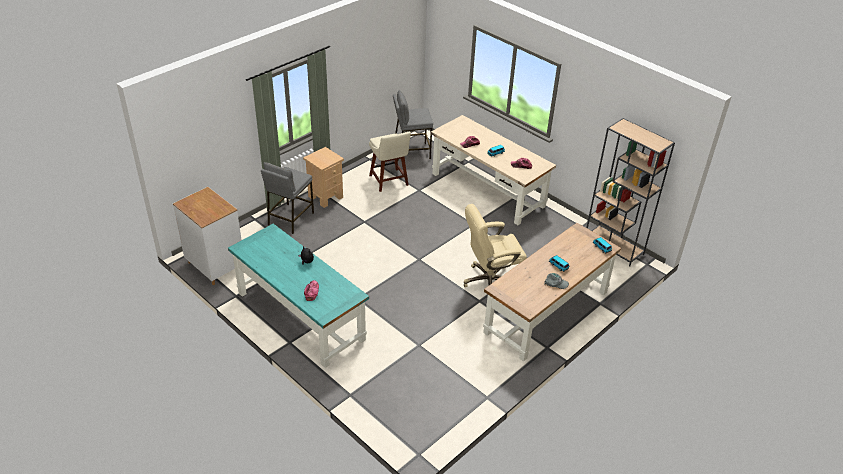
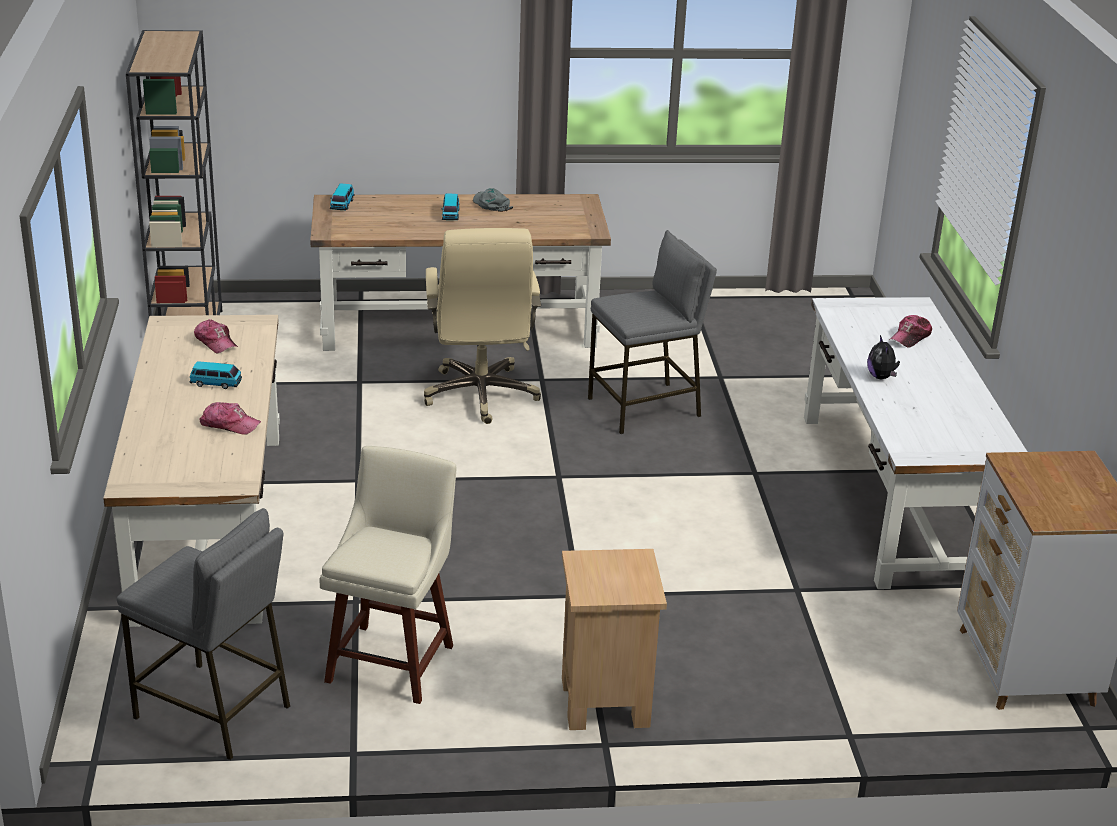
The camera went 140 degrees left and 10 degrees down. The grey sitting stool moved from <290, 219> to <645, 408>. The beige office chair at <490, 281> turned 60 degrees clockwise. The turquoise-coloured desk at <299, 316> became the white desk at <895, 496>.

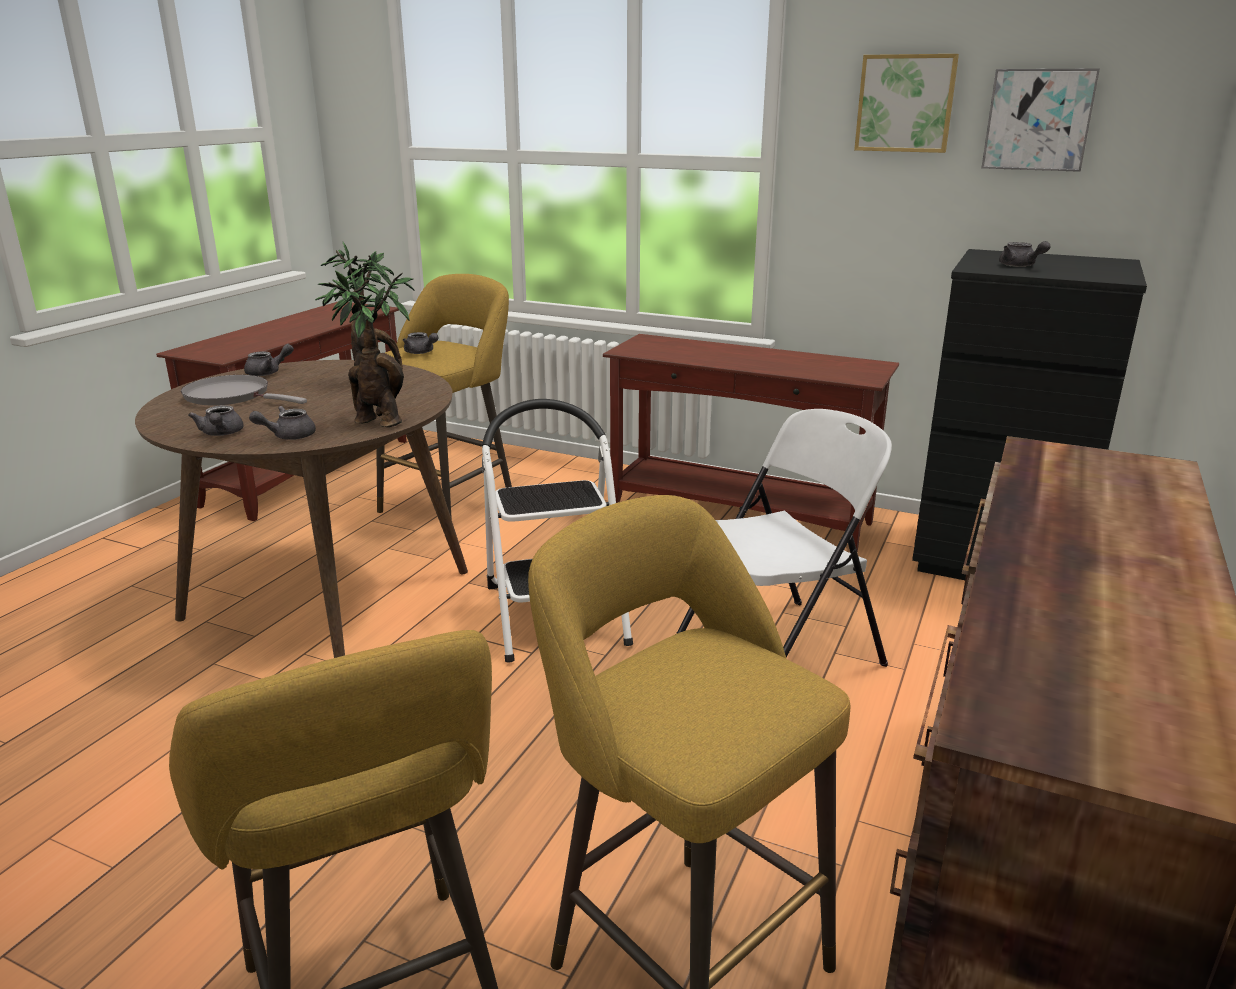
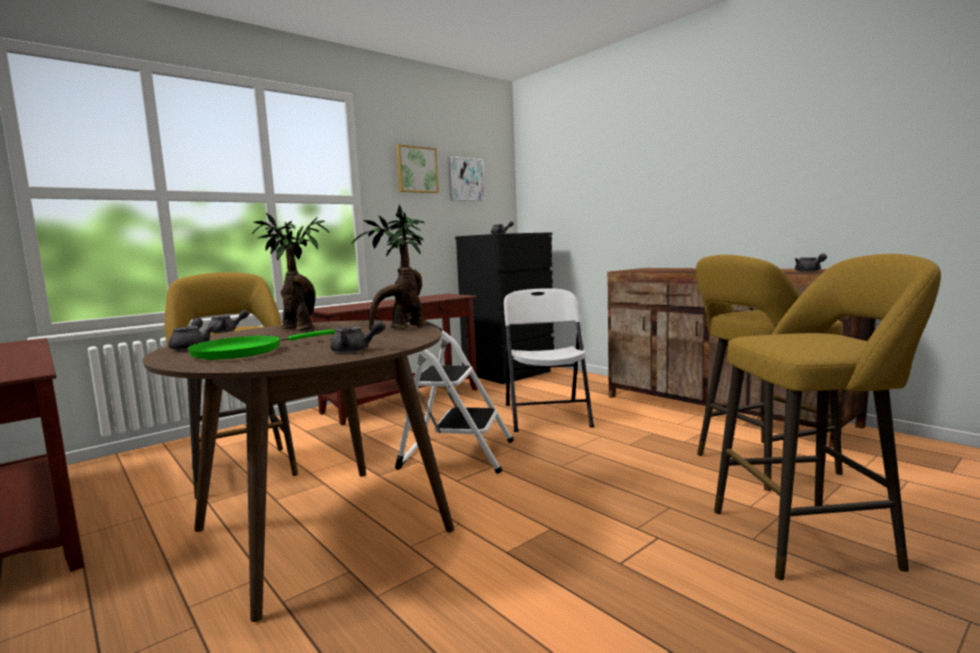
The camera went 65 degrees left and 15 degrees down. The grey skillet at <232, 396> became the greenish skillet at <244, 352>. The grey tea pot moved from <288, 436> to <809, 271>.

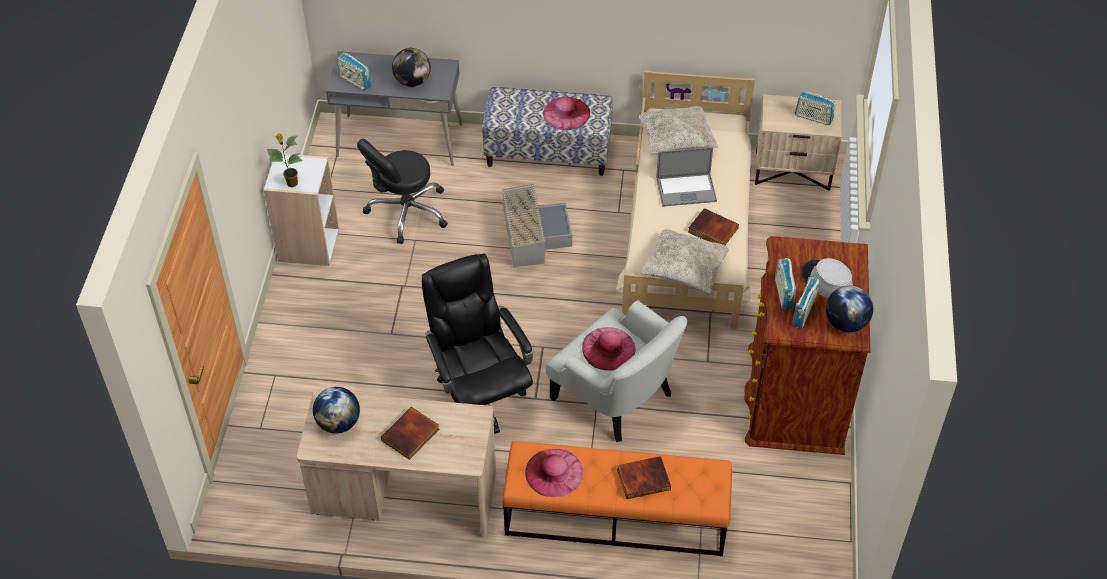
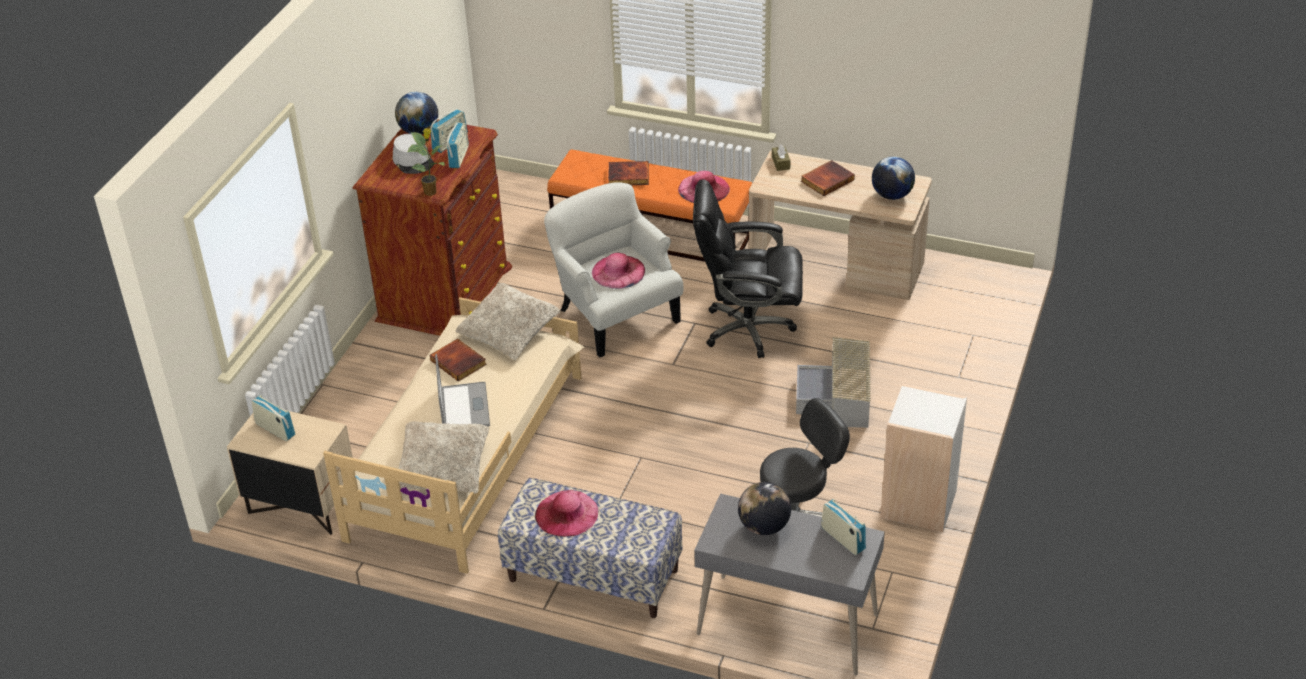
The camera went 165 degrees left and 10 degrees down. The potted plant moved from <291, 183> to <431, 192>. The notebook computer at <686, 190> turned 75 degrees clockwise. The grey storage container moved from <533, 234> to <838, 397>. The black-coloured office chair at <479, 400> turned 105 degrees clockwise. The brownish box of tissues at <780, 163> appeared.

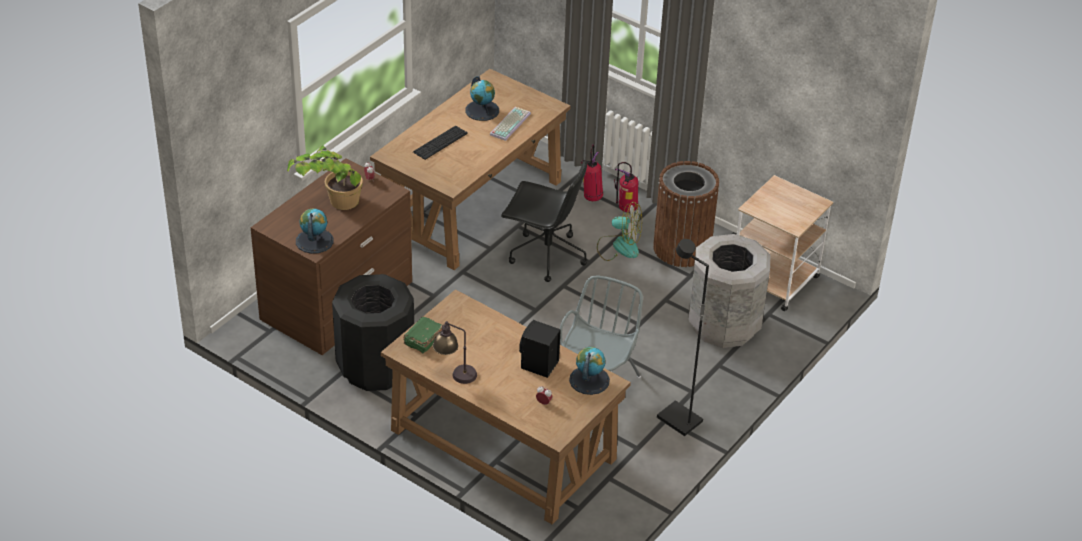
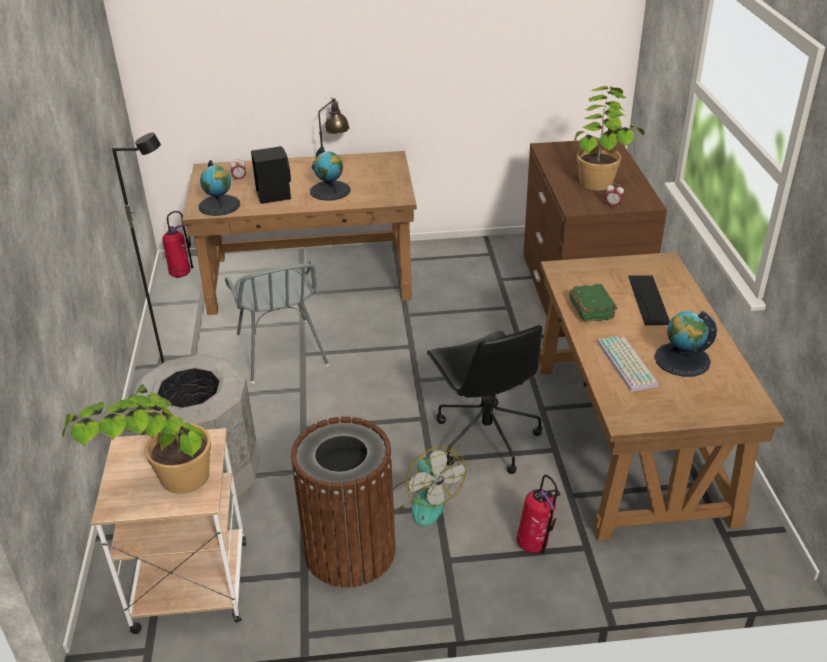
The camera went 140 degrees right and 5 degrees down. The black-coloured office chair at <544, 255> turned 90 degrees counterclockwise. The extinguisher moved from <626, 209> to <181, 274>. The electric fan at <619, 246> turned 90 degrees counterclockwise. The world globe moved from <314, 241> to <330, 190>. The black-coloured rubbish bin at <375, 368> disappeared. The greenish book moved from <423, 340> to <591, 310>. The potted plant at <159, 484> appeared.

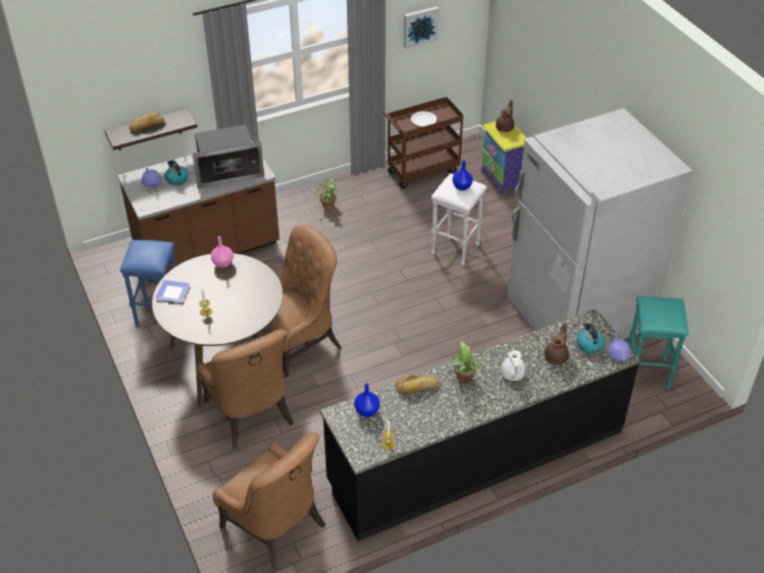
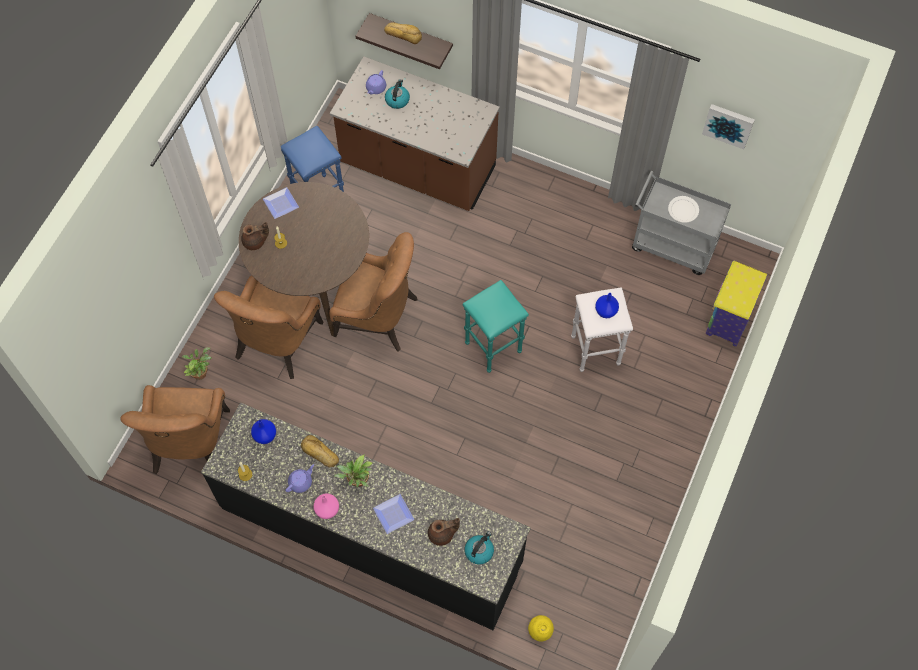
The camera went 50 degrees right and 20 degrees up. The brownish trolley at <421, 173> became the grey trolley at <670, 249>. The brownish tea pot moved from <505, 127> to <255, 242>. The white kitchen fridge at <578, 314> disappeared. The microwave at <228, 171> disappeared. The potted plant moved from <327, 205> to <200, 372>. The pink flower vase moved from <223, 263> to <327, 510>. The turquoise-coloured sitting stool moved from <648, 373> to <493, 348>. The purple-coloured tea pot moved from <618, 354> to <301, 482>. The white tea pot at <512, 375> was replaced by the flat dish at <392, 514>. The yellow-coloured flower vase at <540, 631> appeared.

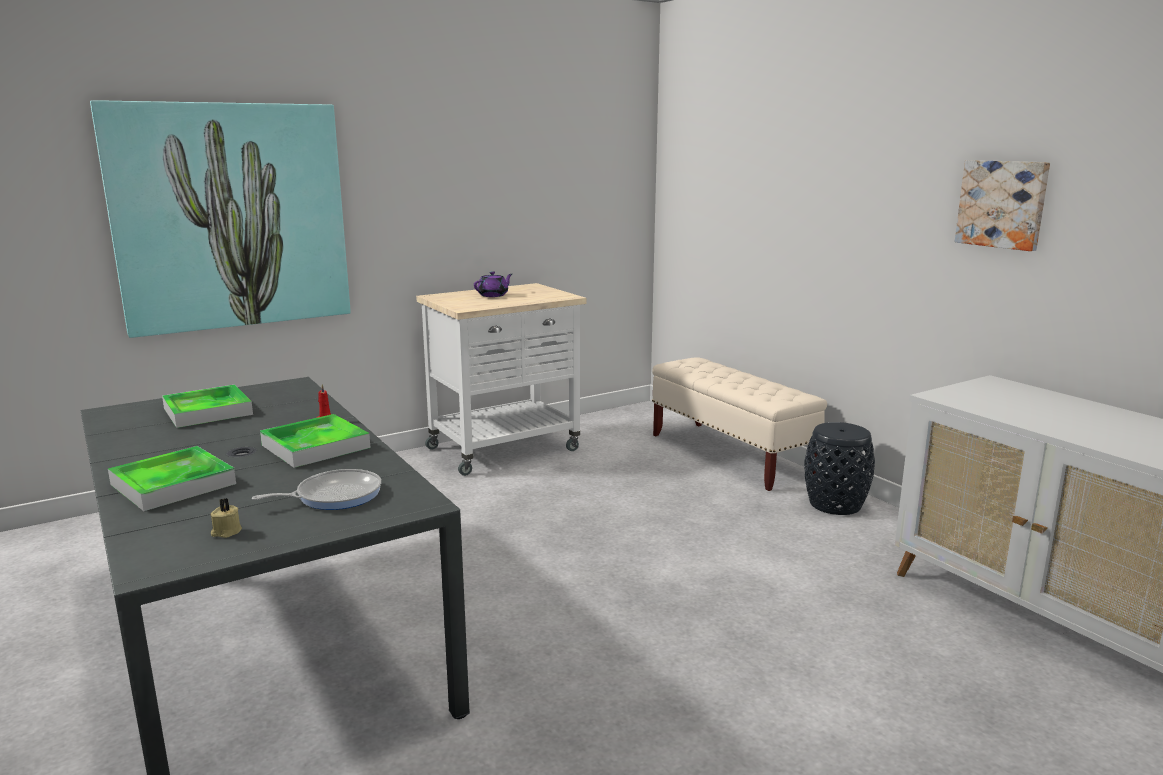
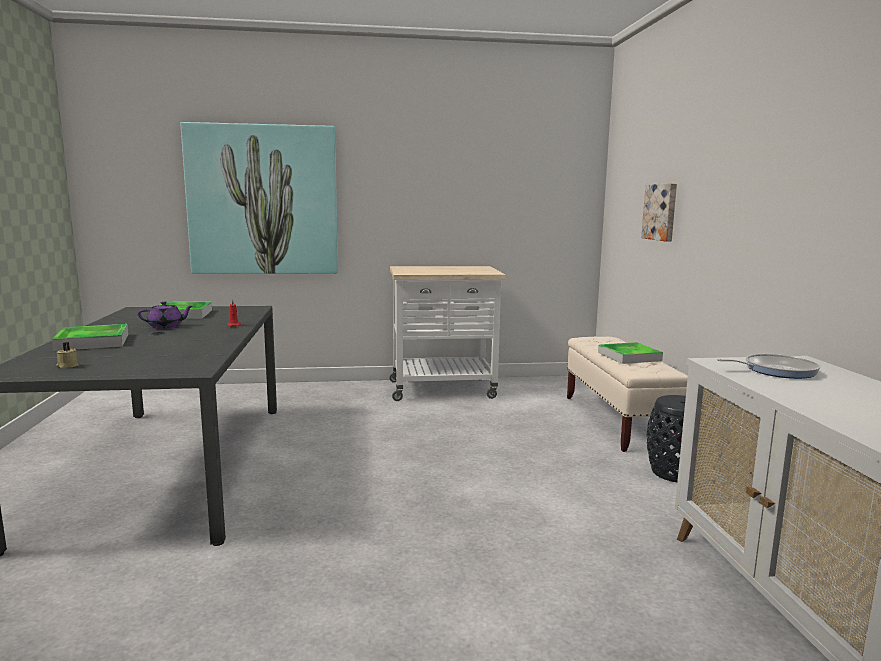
The camera went 25 degrees right and 5 degrees down. The wall picture moved from <1003, 204> to <661, 212>. The purple-coloured tea pot moved from <493, 295> to <166, 326>. The tray moved from <315, 446> to <629, 356>. The skillet moved from <334, 496> to <776, 370>.

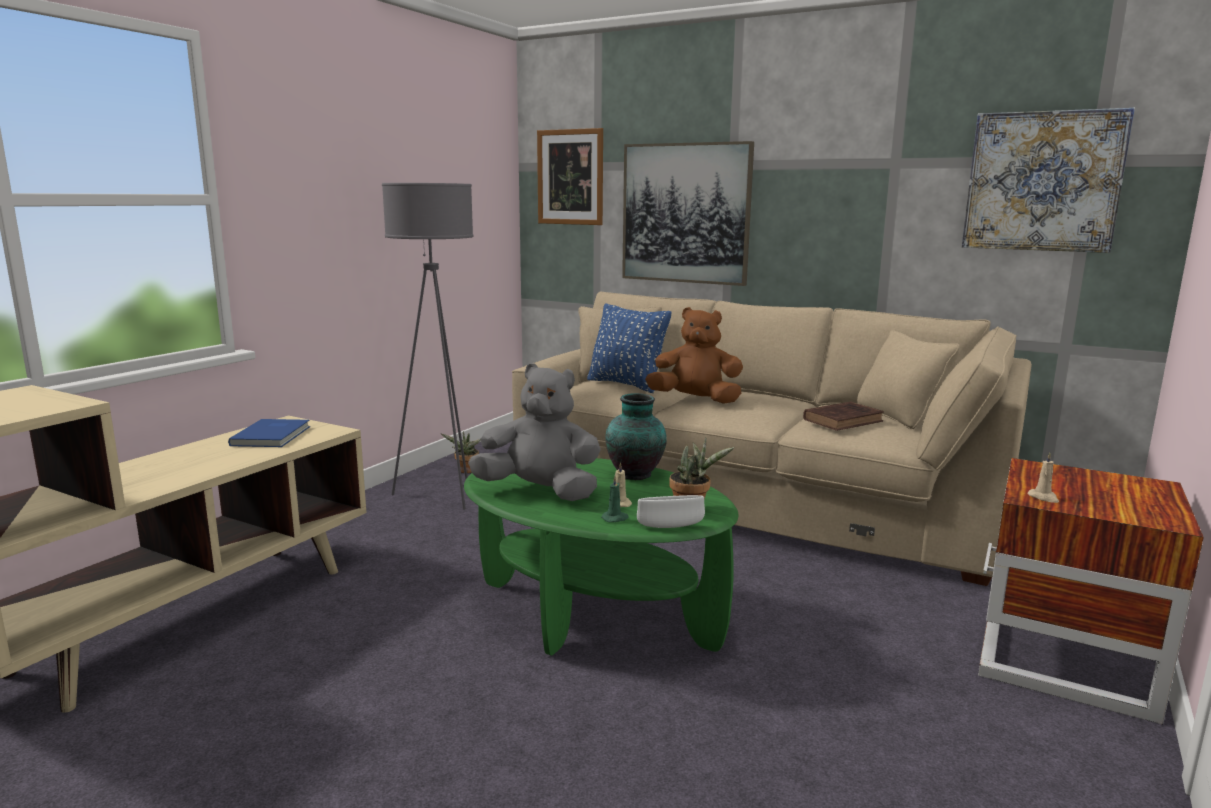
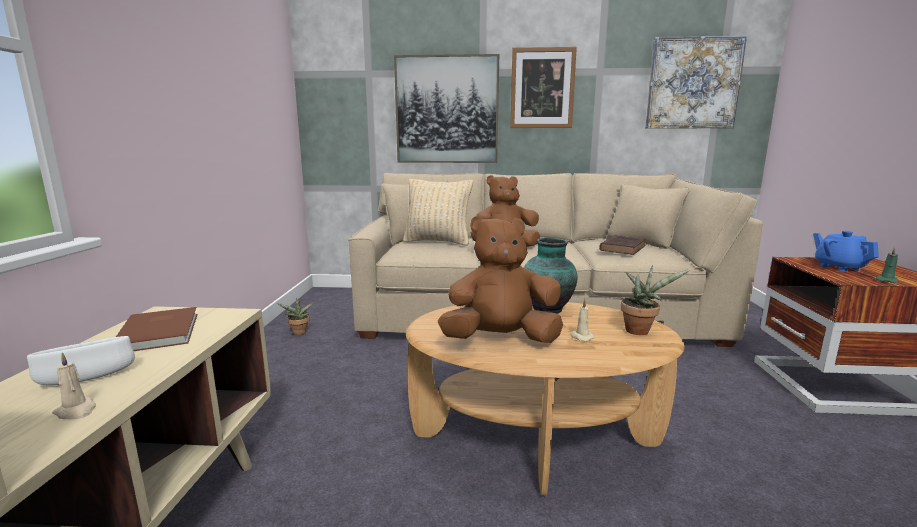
The camera went 25 degrees left and 0 degrees up. The wall picture moved from <570, 177> to <542, 88>. The grey floor lamp at <441, 494> disappeared. The blue pillow at <626, 384> became the beige pillow at <437, 242>. The grey soft toy at <540, 492> became the brownish soft toy at <501, 339>. The blue book at <273, 435> became the brownish book at <161, 331>. The beige wax light moved from <1043, 498> to <76, 411>. The greenish low table at <594, 614> became the brownish low table at <535, 440>. The greenish wax light moved from <615, 518> to <886, 280>. The white bowl moved from <670, 527> to <87, 379>. The blue tea pot at <839, 267> appeared.

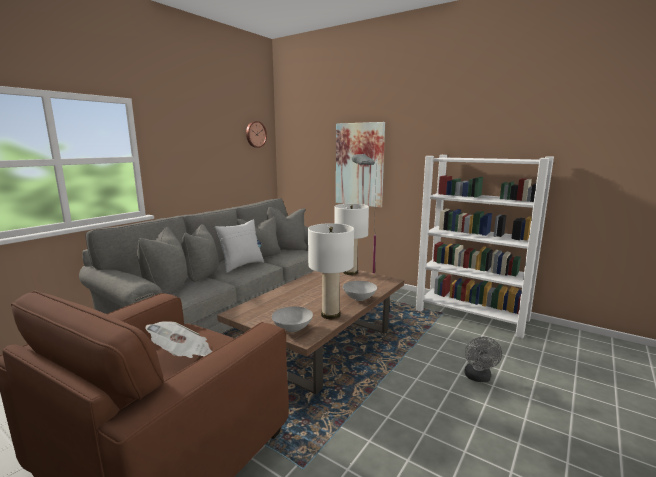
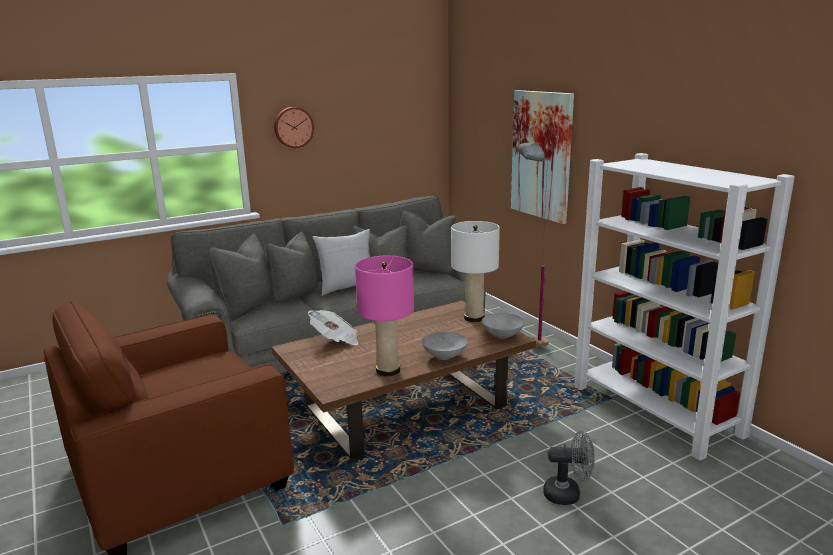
The camera went 25 degrees right and 5 degrees up. The clock on the wall moved from <255, 134> to <293, 127>. The white table lamp at <331, 314> became the pink table lamp at <388, 370>. The grey bowl moved from <292, 329> to <502, 336>. The daily paper moved from <183, 354> to <335, 340>. The grey electric fan at <478, 378> turned 120 degrees counterclockwise.

